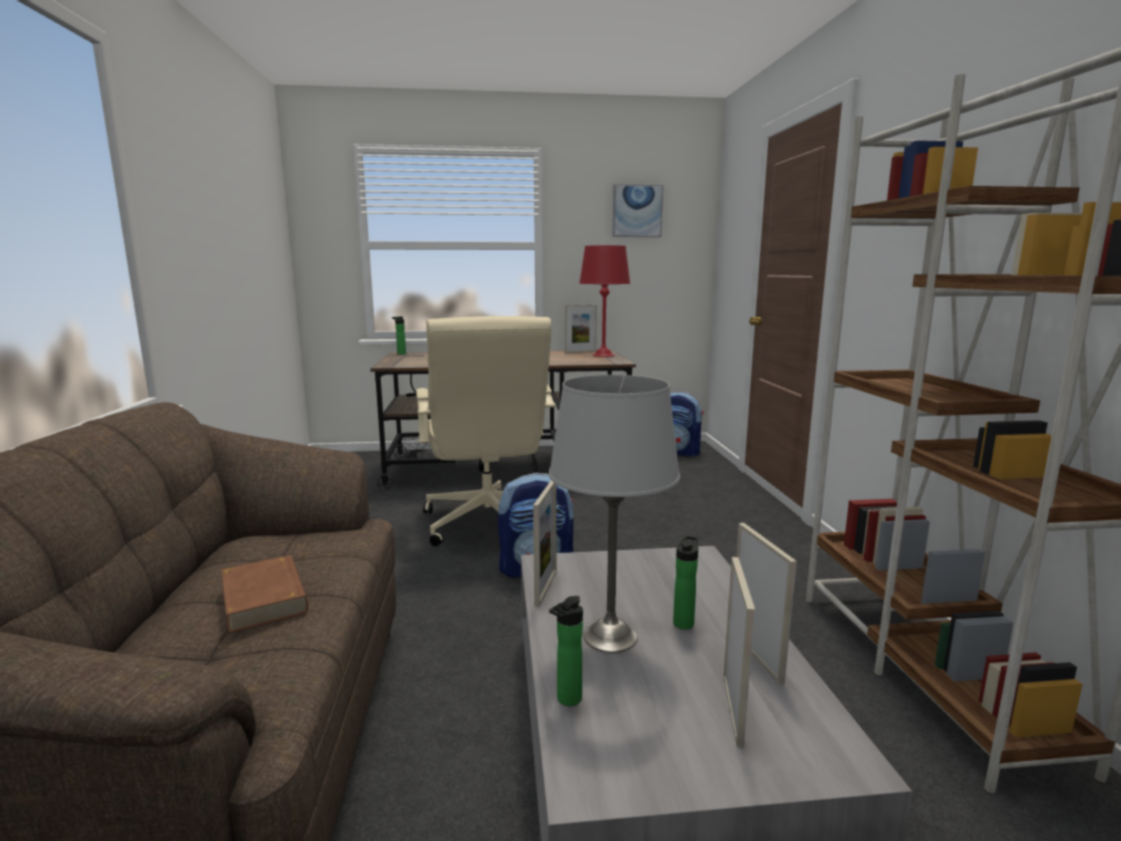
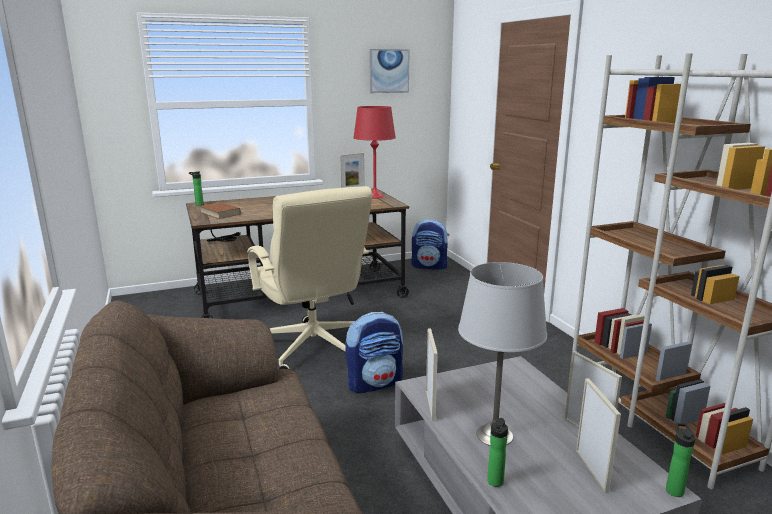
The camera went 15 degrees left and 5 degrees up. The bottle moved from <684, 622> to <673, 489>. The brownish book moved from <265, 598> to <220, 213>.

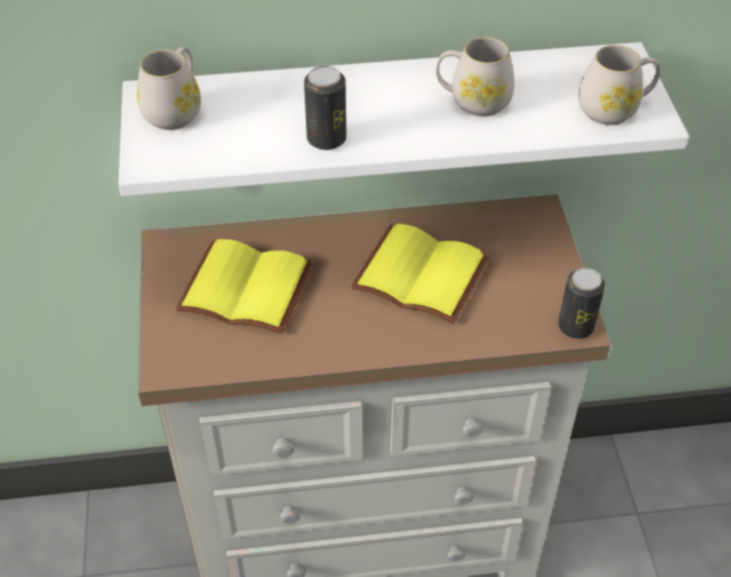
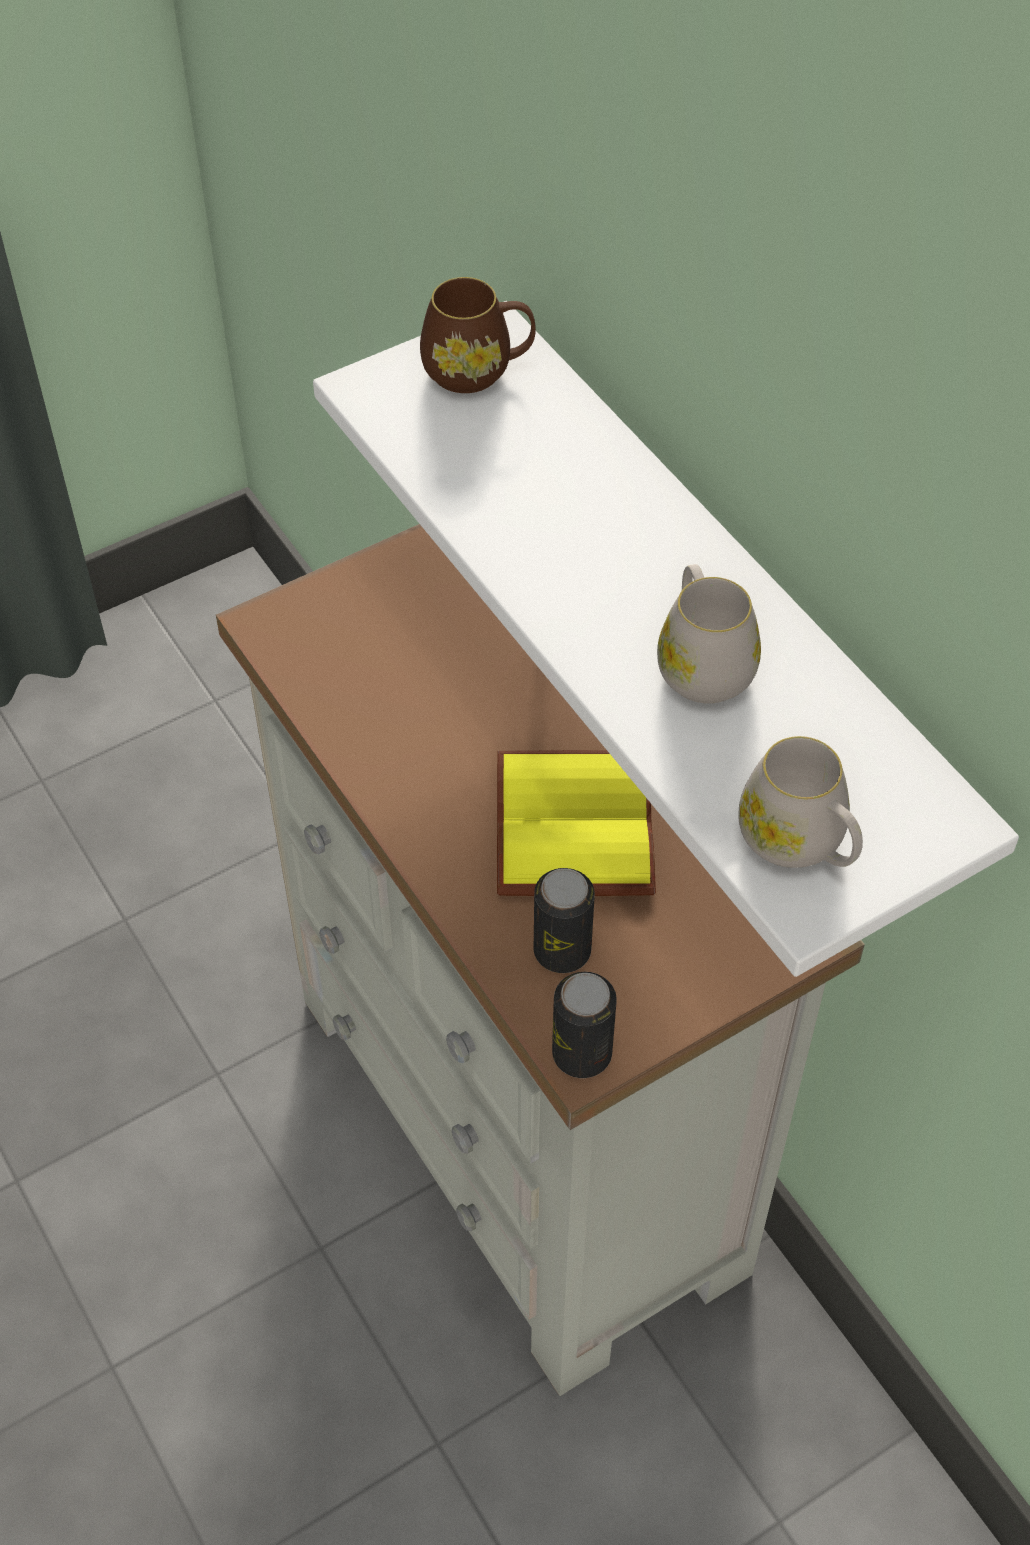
The camera went 65 degrees right and 5 degrees up. The white tea mug at <176, 110> became the brownish tea mug at <478, 370>. The metal can moved from <326, 139> to <562, 951>. The yellow-coloured book at <243, 291> disappeared.

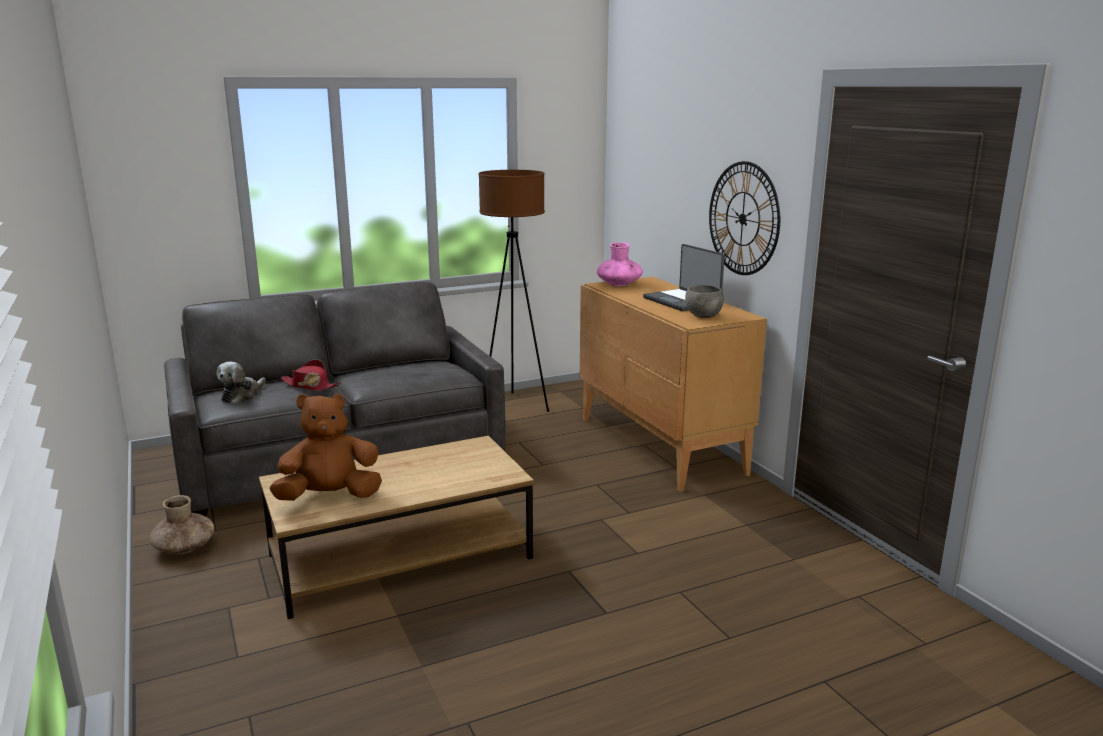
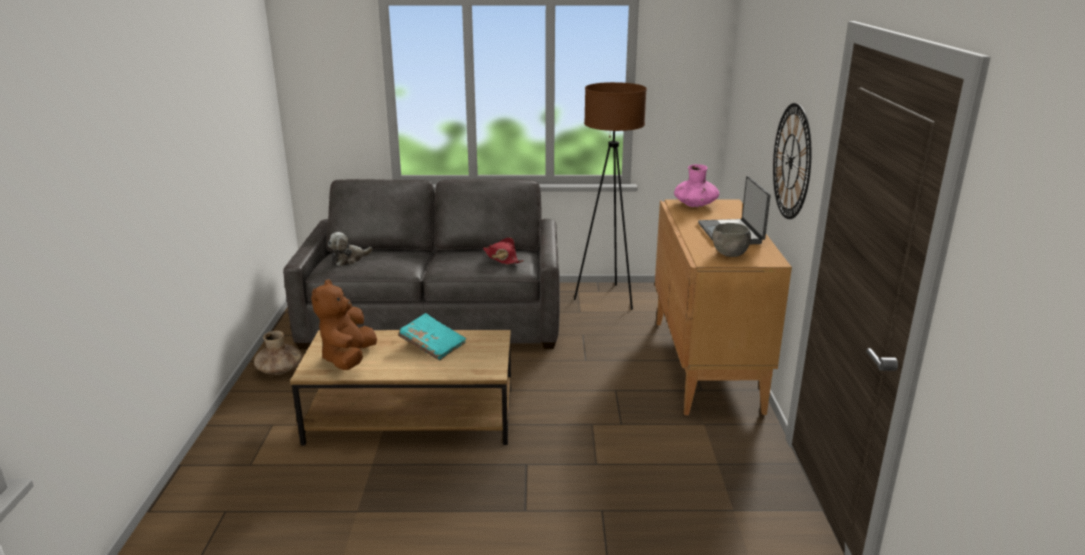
The camera went 25 degrees right and 5 degrees up. The red-coloured wearable hat moved from <310, 386> to <502, 258>. The brownish soft toy at <330, 497> turned 90 degrees counterclockwise. The turquoise-coloured book at <432, 345> appeared.

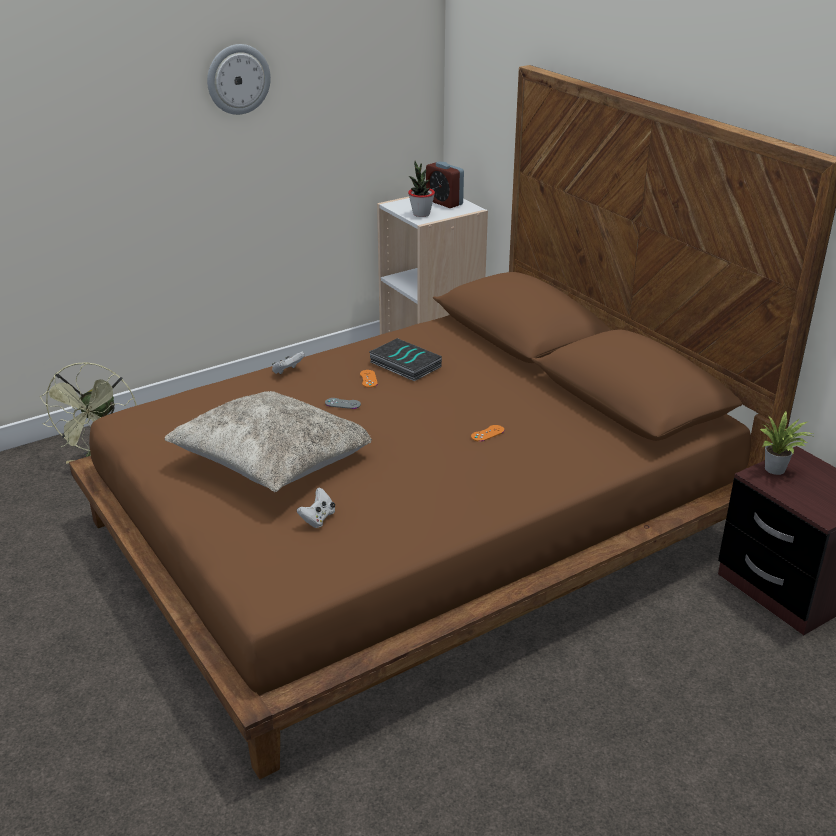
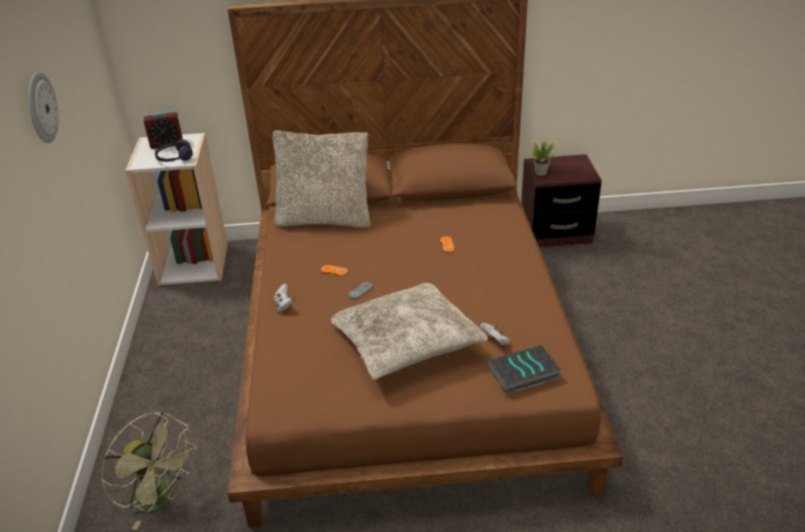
The camera went 60 degrees left and 5 degrees up. The potted plant at <421, 214> was replaced by the purple-coloured pair of headphones at <174, 158>. The book moved from <404, 364> to <523, 374>. The beige pillow at <325, 216> appeared.

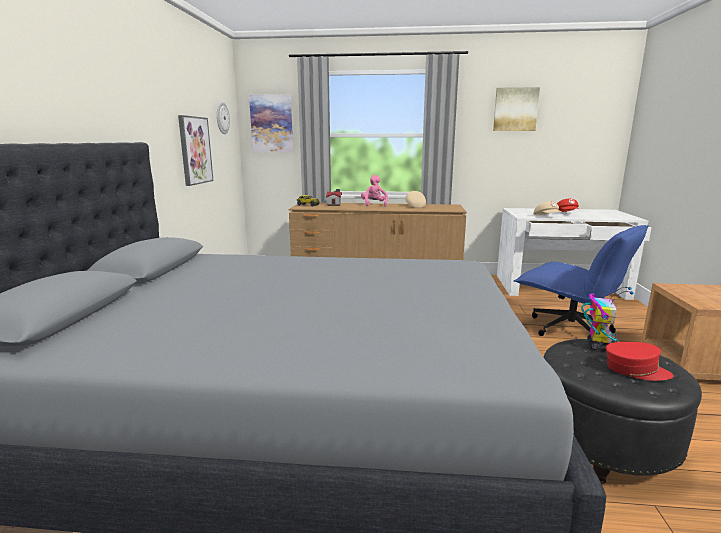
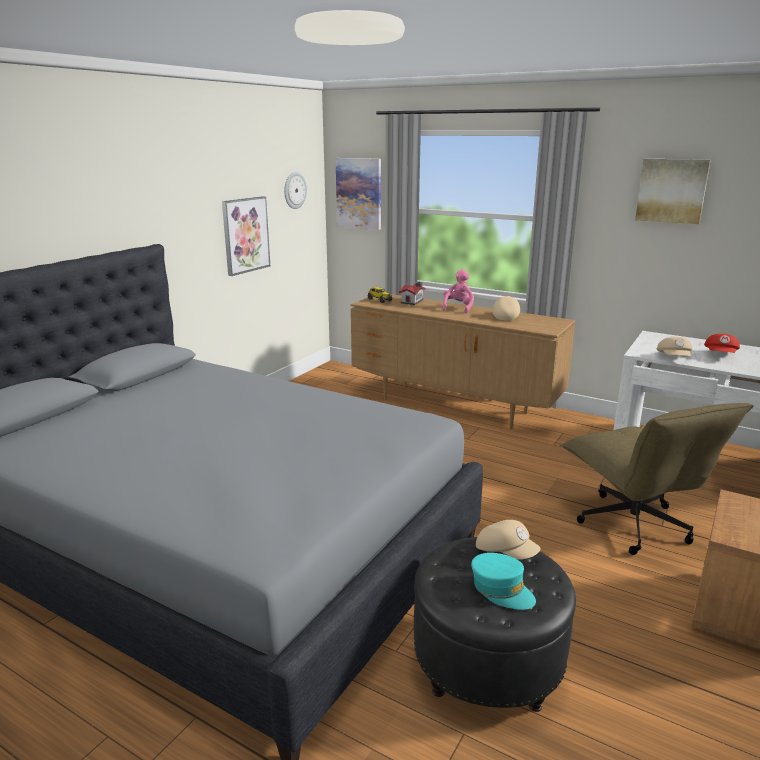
The camera went 25 degrees right and 5 degrees up. The blue office chair at <568, 329> became the beige office chair at <631, 523>. The robot figure at <598, 346> was replaced by the beige baseball cap at <506, 552>. The red-coloured baseball cap at <635, 370> became the turquoise-coloured baseball cap at <501, 589>.

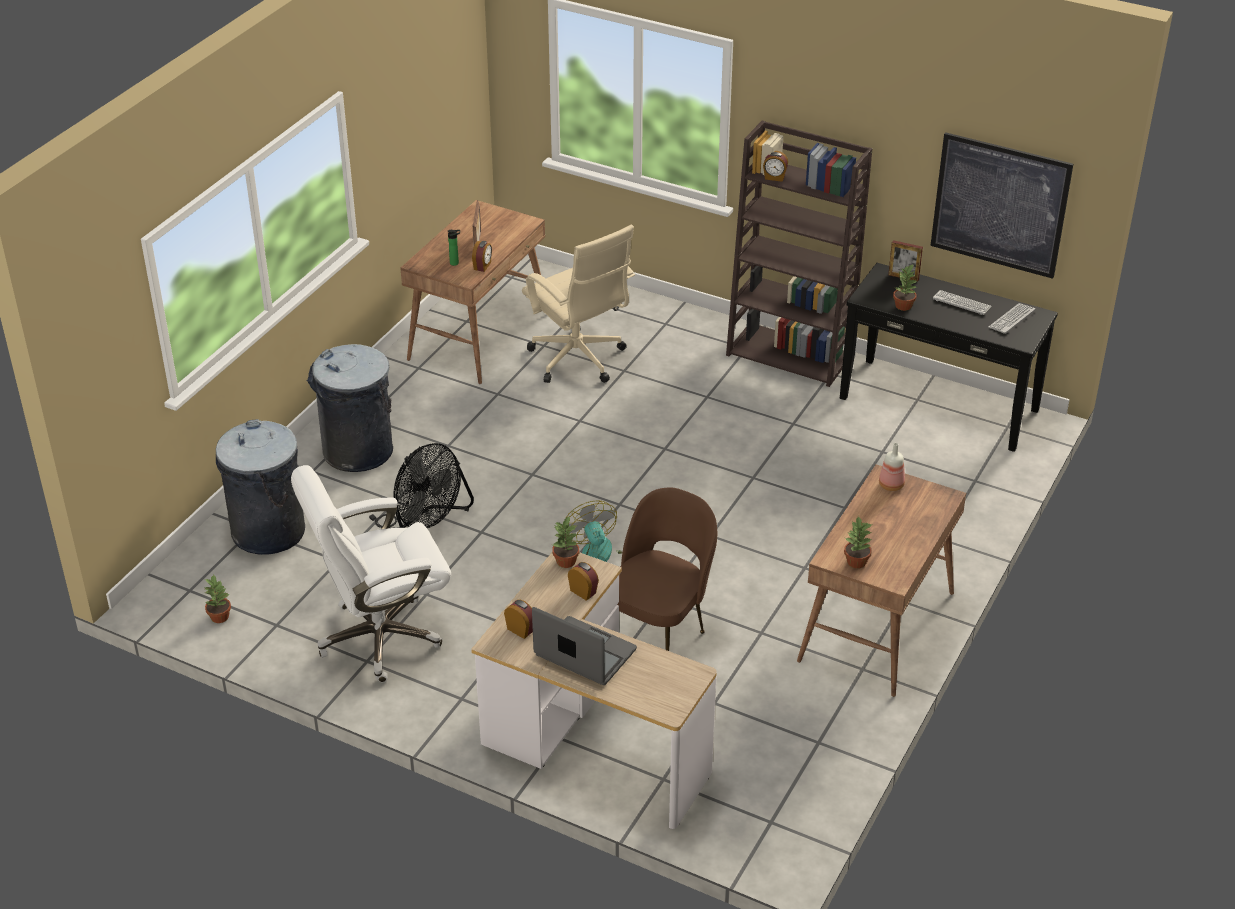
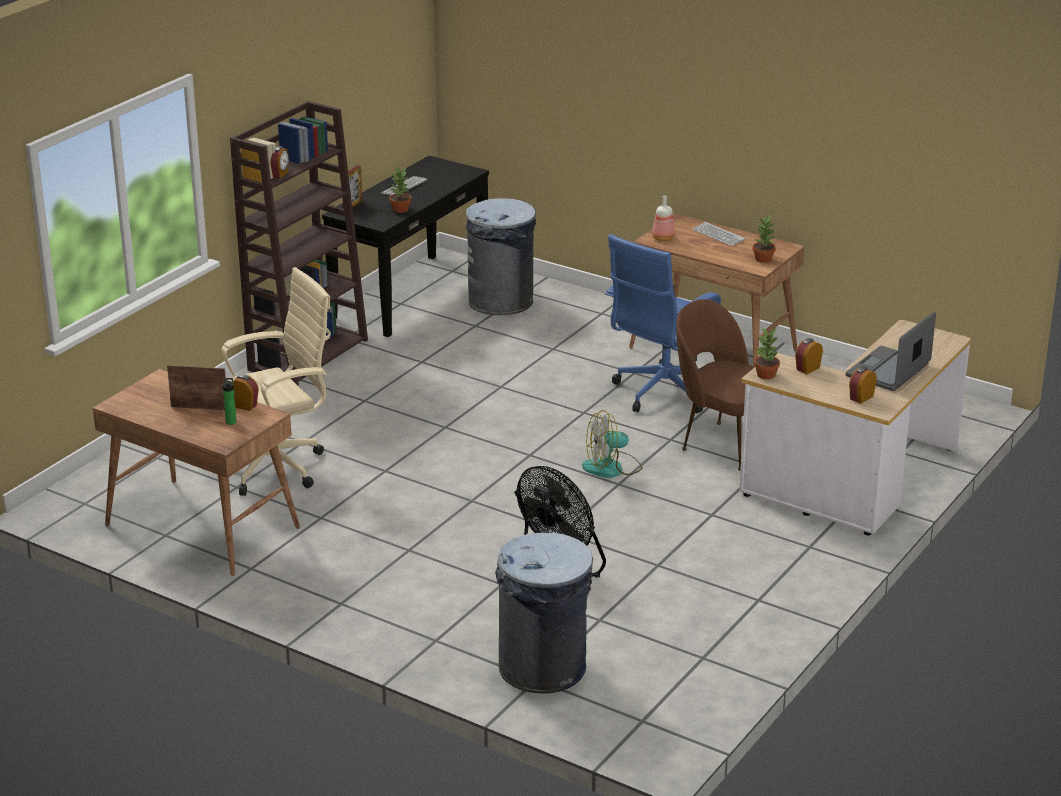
The camera went 85 degrees left and 10 degrees down. The wall picture at <1000, 205> disappeared. The PC keyboard moved from <1011, 319> to <718, 235>. The grey rubbish bin moved from <358, 451> to <501, 302>. The white office chair at <382, 636> disappeared. The potted plant at <219, 616> disappeared. The blue office chair at <661, 394> appeared.

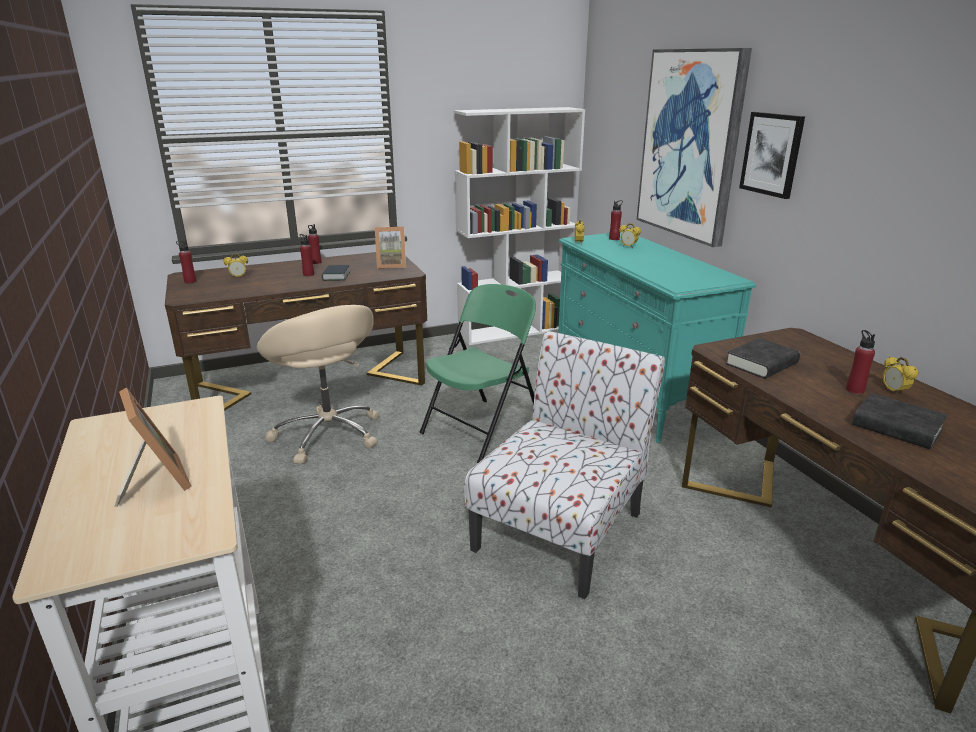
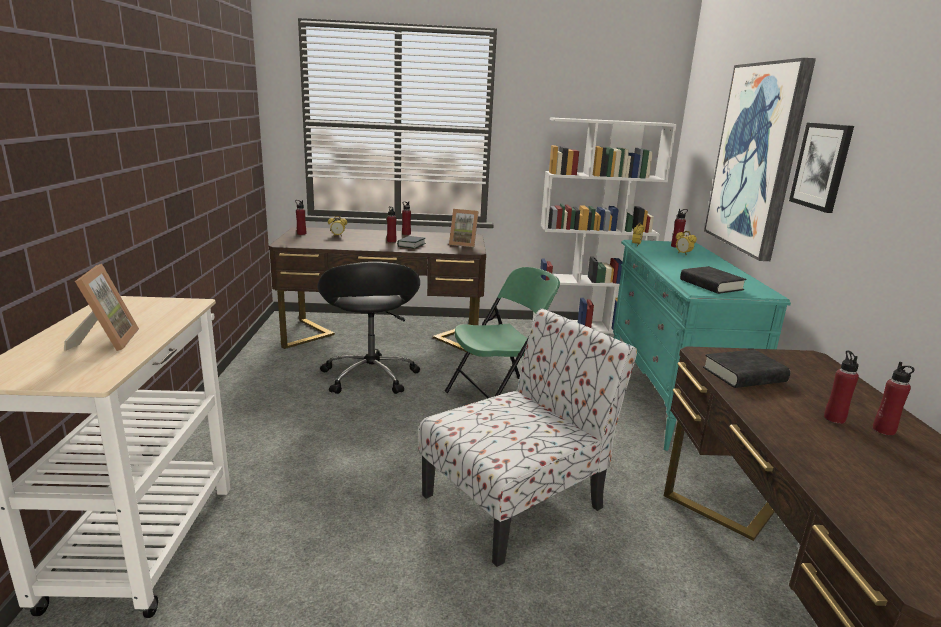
The camera went 20 degrees right and 5 degrees down. The beige office chair at <329, 436> became the black-coloured office chair at <370, 378>. The bedside clock at <893, 392> was replaced by the red-coloured bottle at <883, 430>. The black-coloured book moved from <896, 427> to <711, 285>.

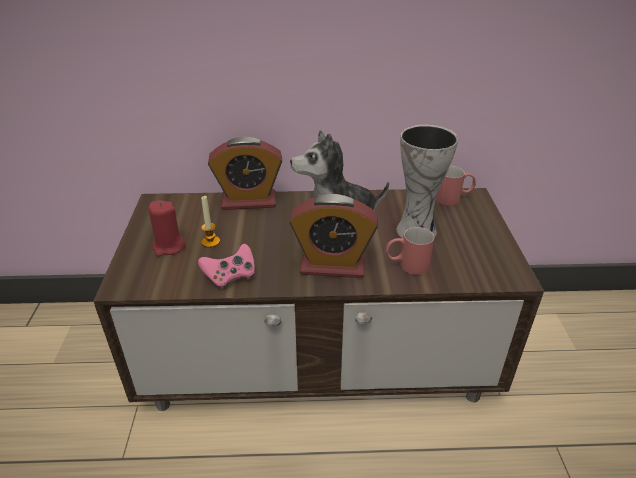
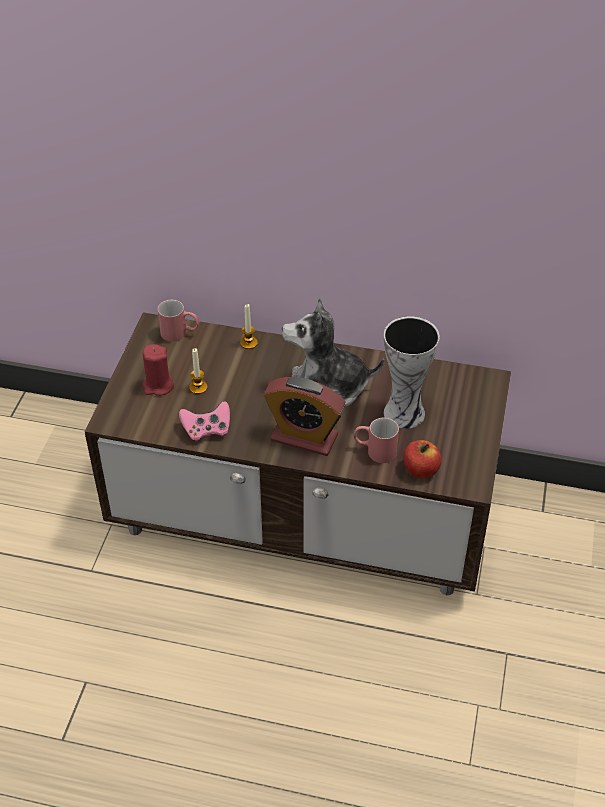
The camera went 15 degrees right and 10 degrees up. The bedside clock at <249, 201> was replaced by the wax light at <248, 343>. The red-coloured tea mug moved from <453, 198> to <180, 333>. The apple at <420, 470> appeared.

